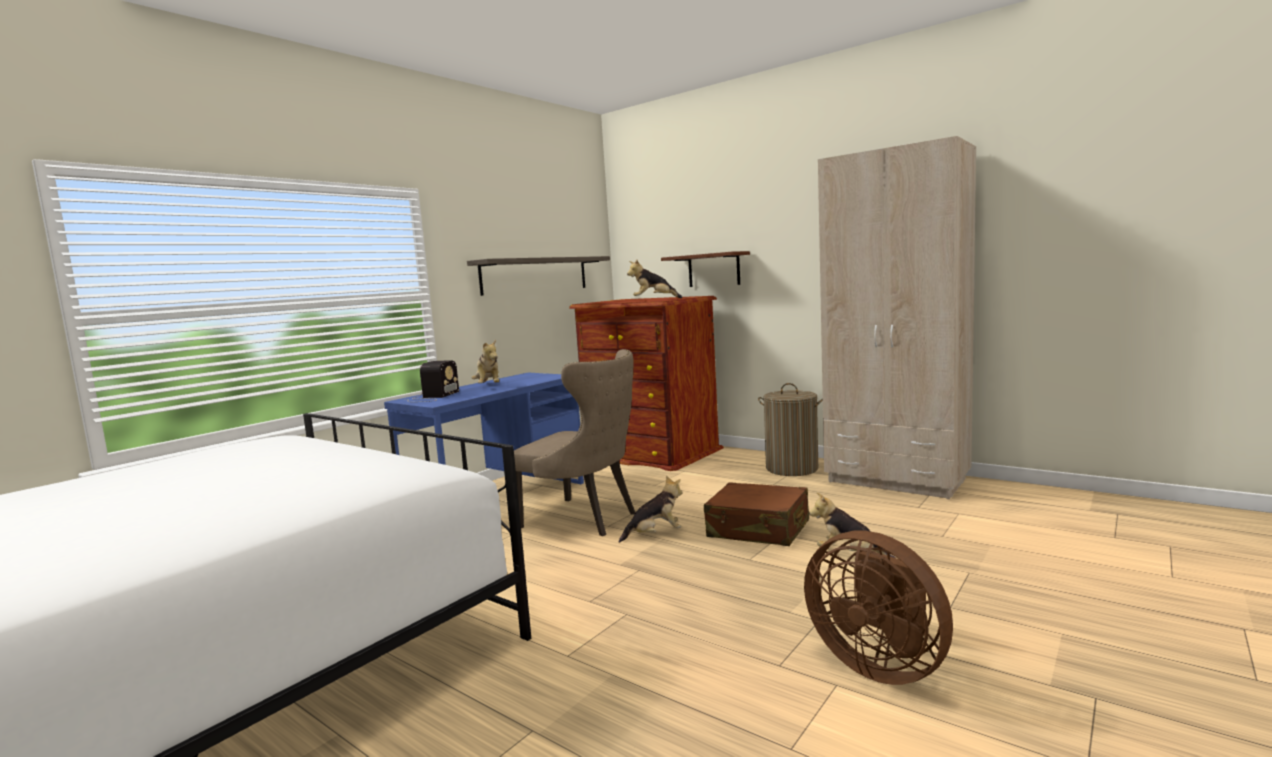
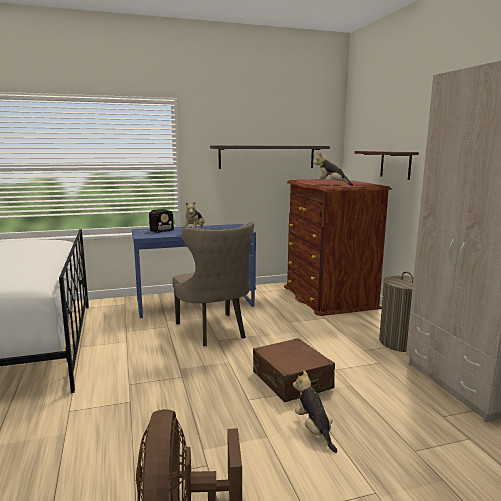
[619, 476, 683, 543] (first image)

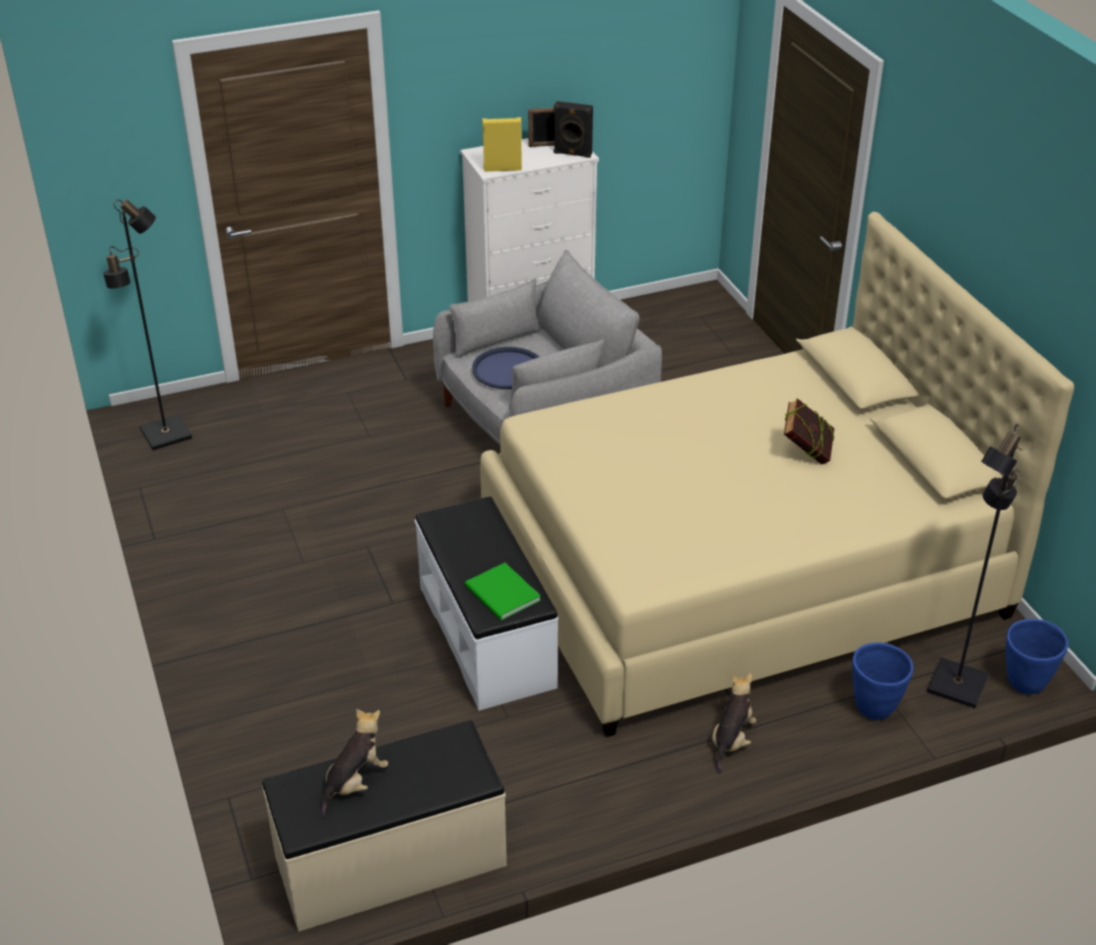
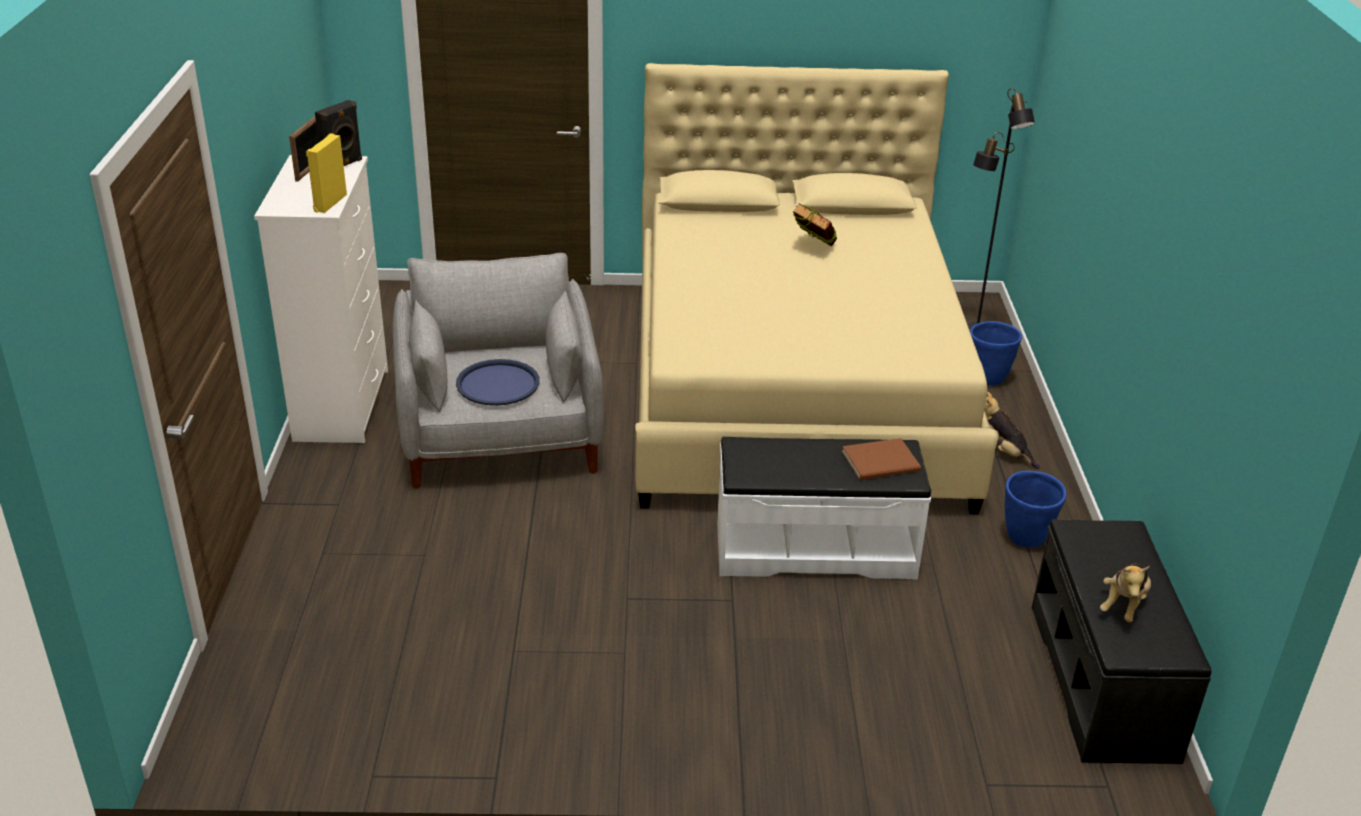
[103, 199, 192, 450] (first image)
[1032, 519, 1211, 764]
[1100, 563, 1151, 622]
[842, 438, 921, 480]
[1005, 471, 1067, 548]

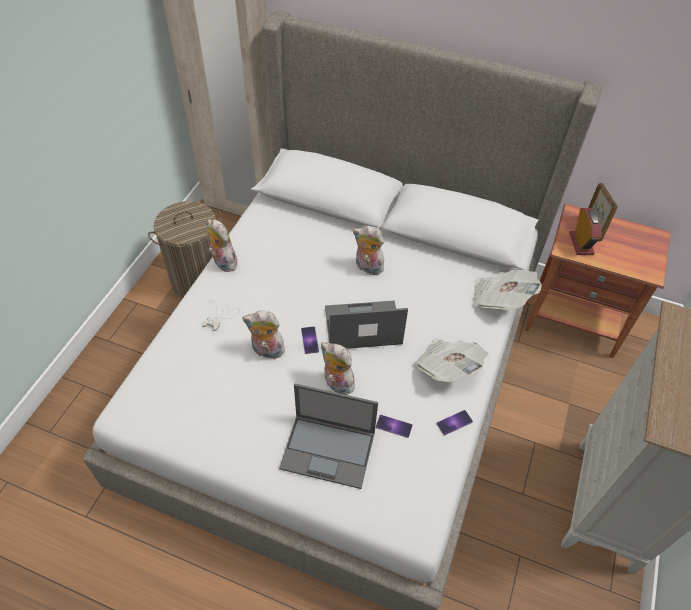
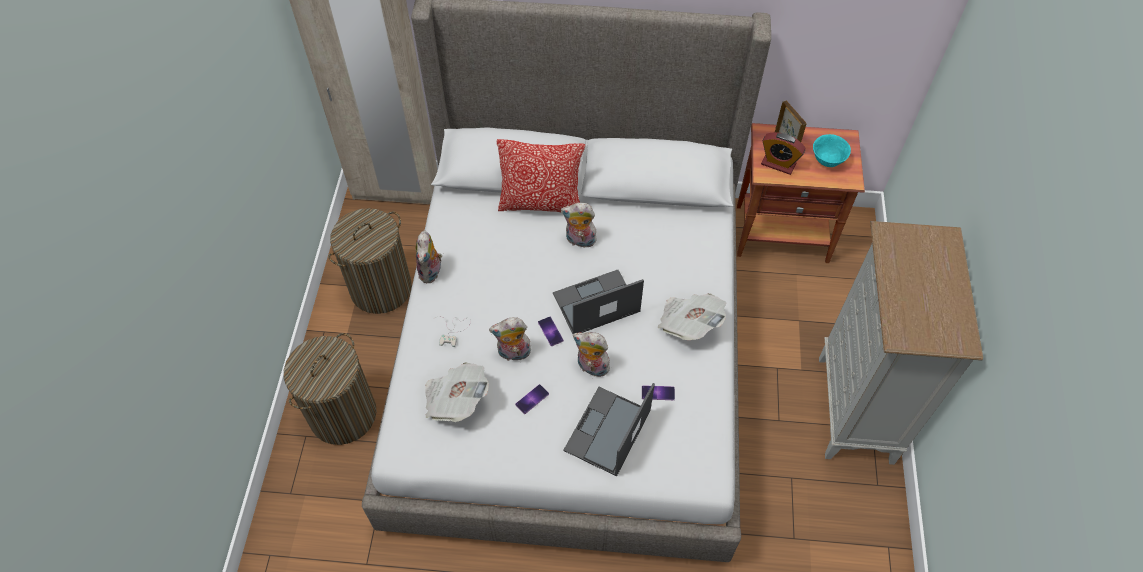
[415, 230, 442, 283]
[563, 383, 655, 476]
[515, 384, 549, 414]
[425, 362, 489, 422]
[761, 132, 806, 175]
[284, 333, 377, 445]
[497, 139, 585, 212]
[813, 134, 851, 167]

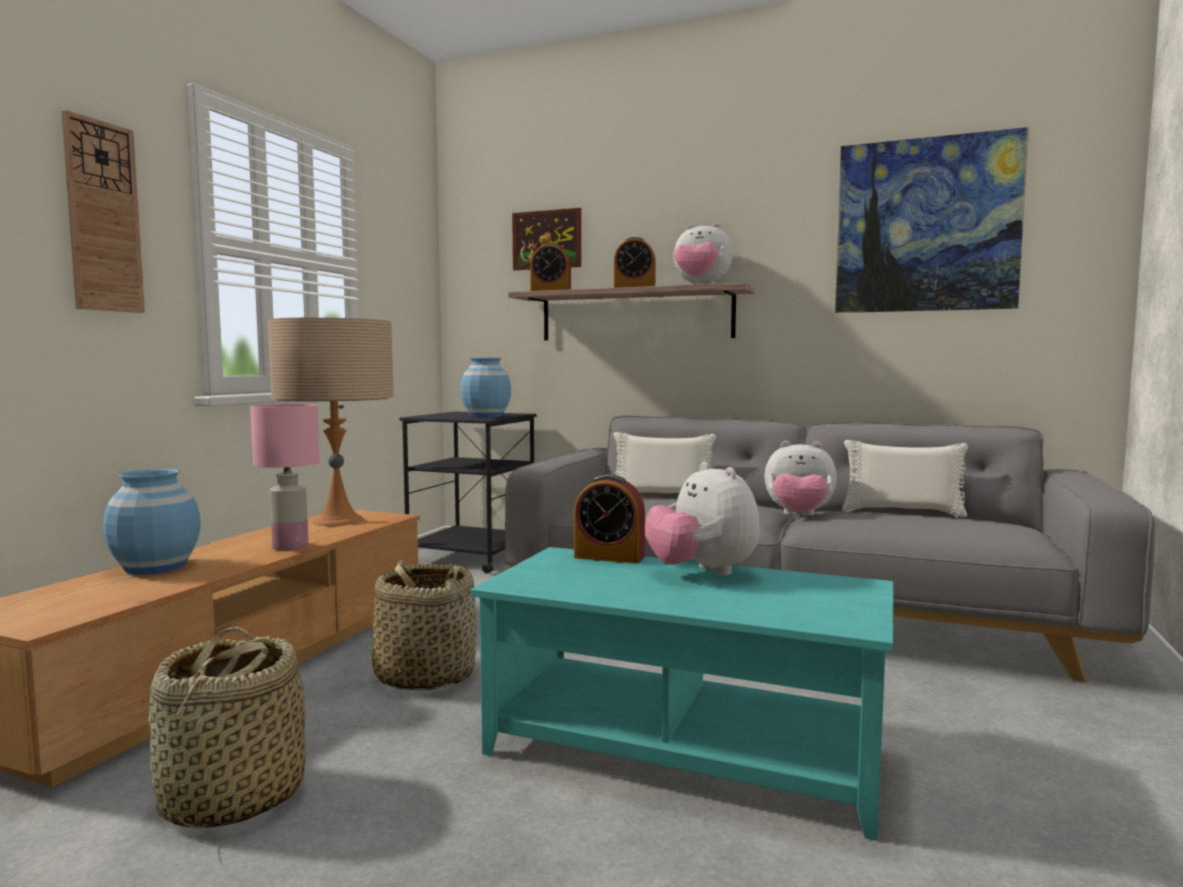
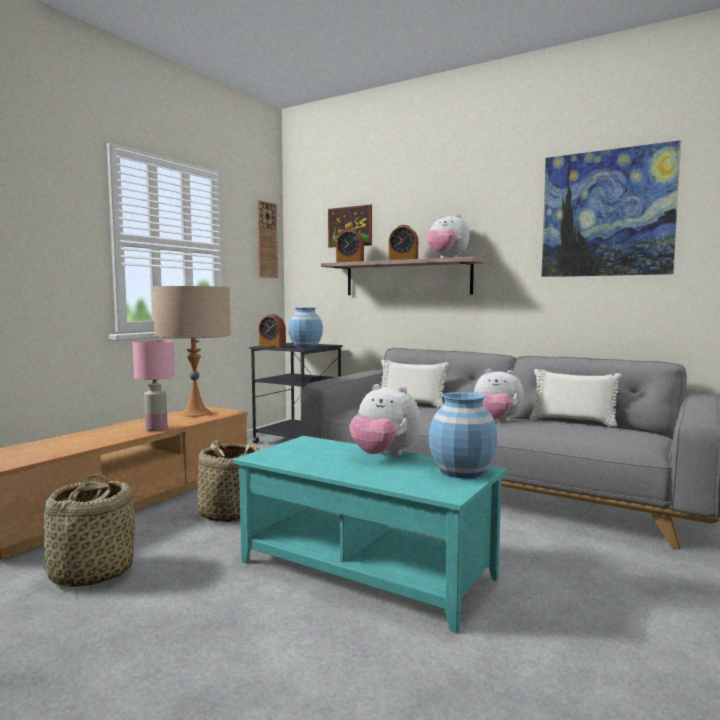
[257, 200, 278, 278]
[429, 392, 497, 479]
[259, 314, 286, 347]
[350, 384, 421, 456]

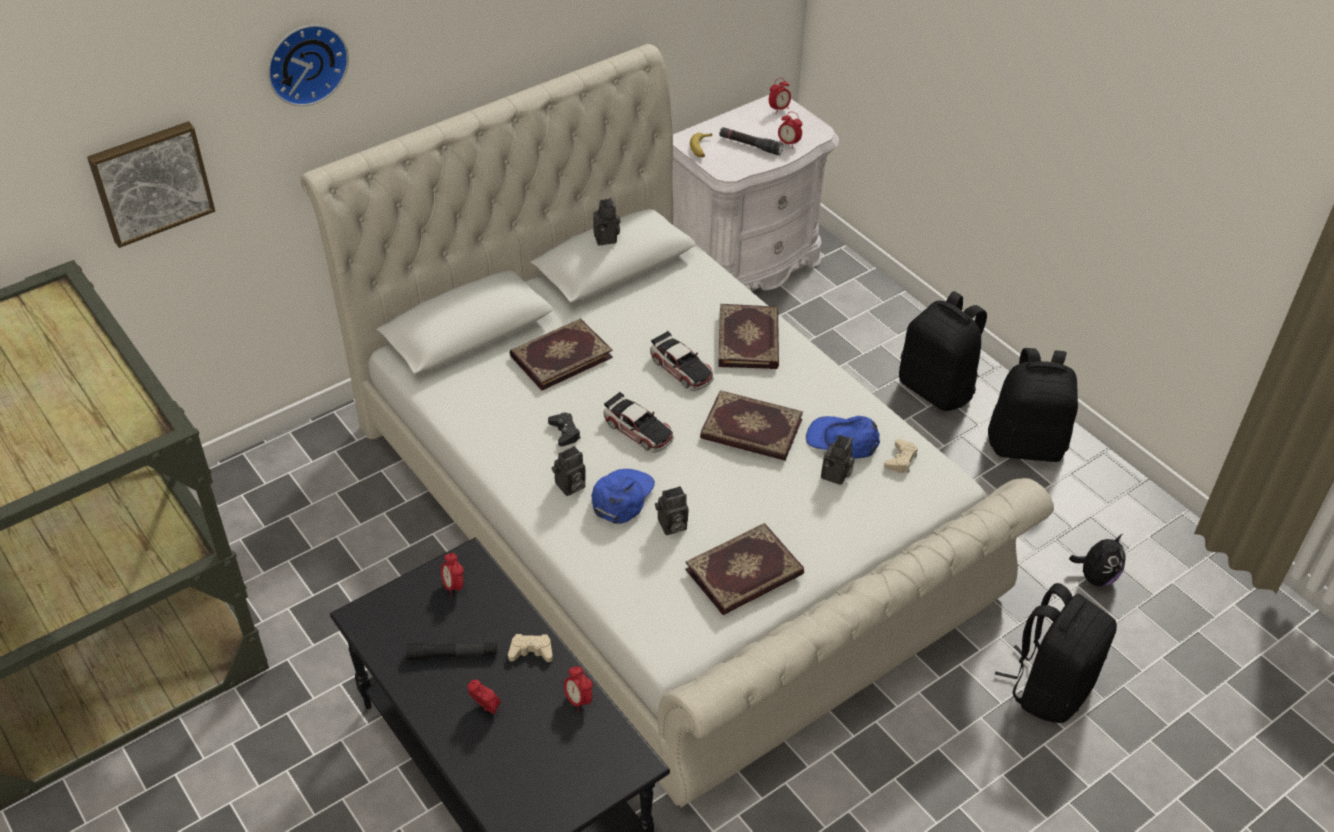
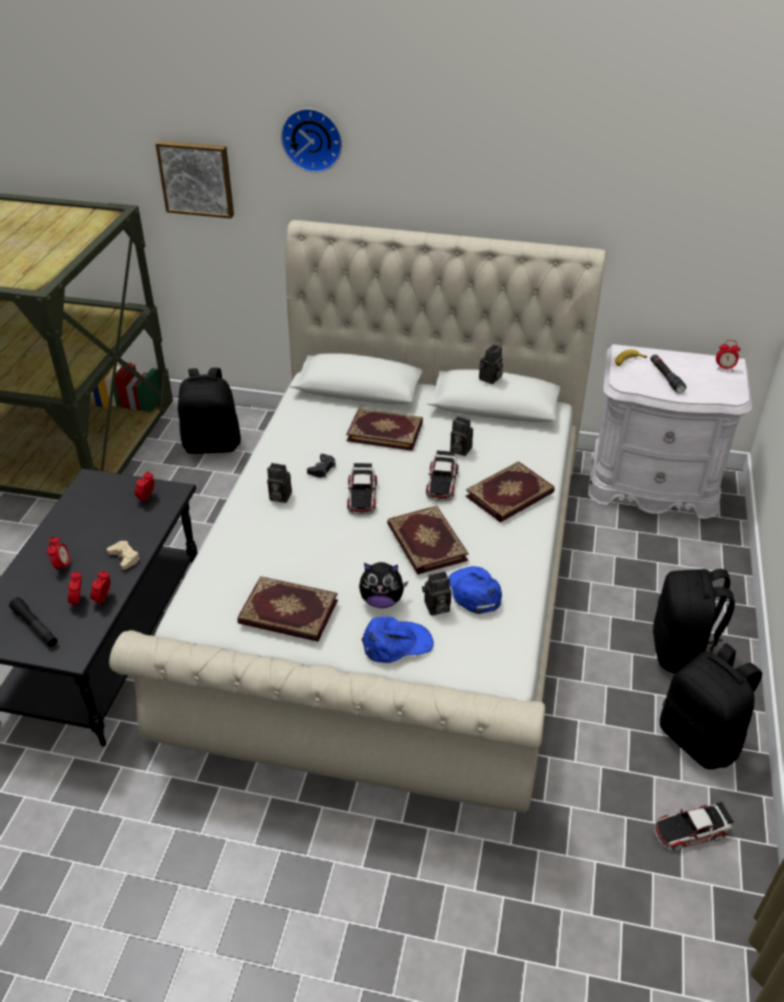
[9, 597, 58, 647]
[362, 617, 434, 663]
[450, 417, 473, 456]
[68, 572, 82, 609]
[884, 439, 918, 473] (first image)
[178, 368, 241, 454]
[359, 562, 408, 608]
[654, 802, 733, 851]

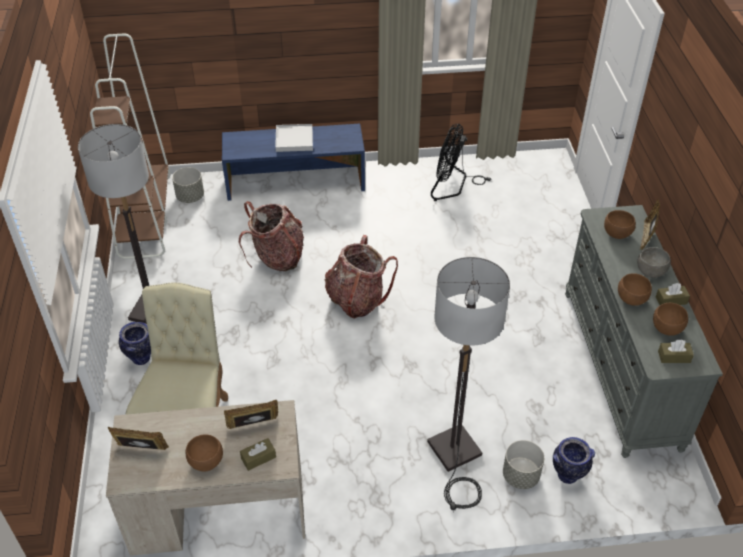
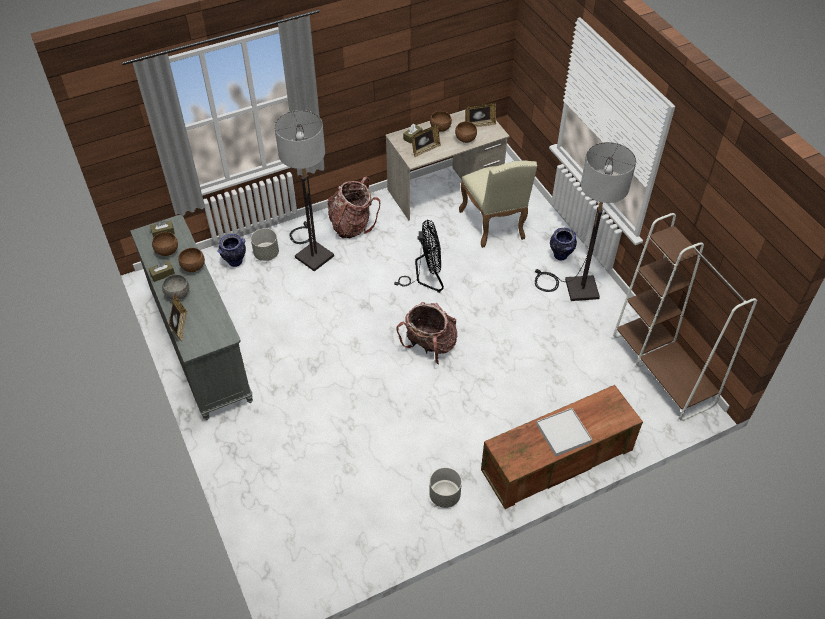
[429, 467, 462, 508]
[481, 385, 643, 509]
[327, 176, 380, 239]
[394, 219, 444, 293]
[455, 121, 477, 143]

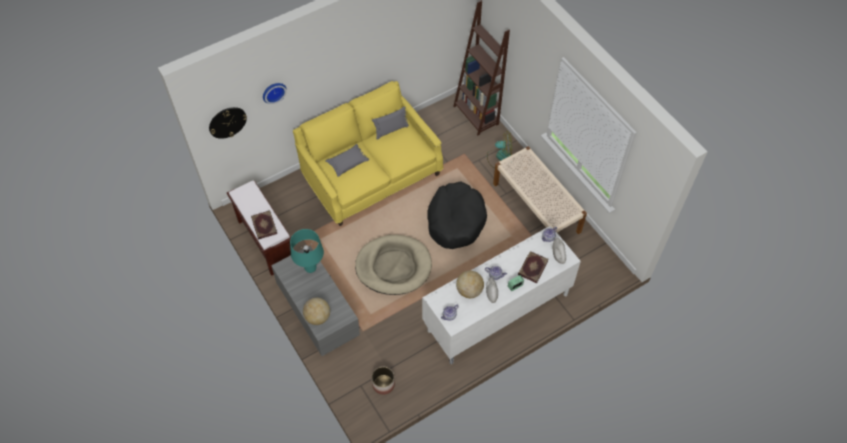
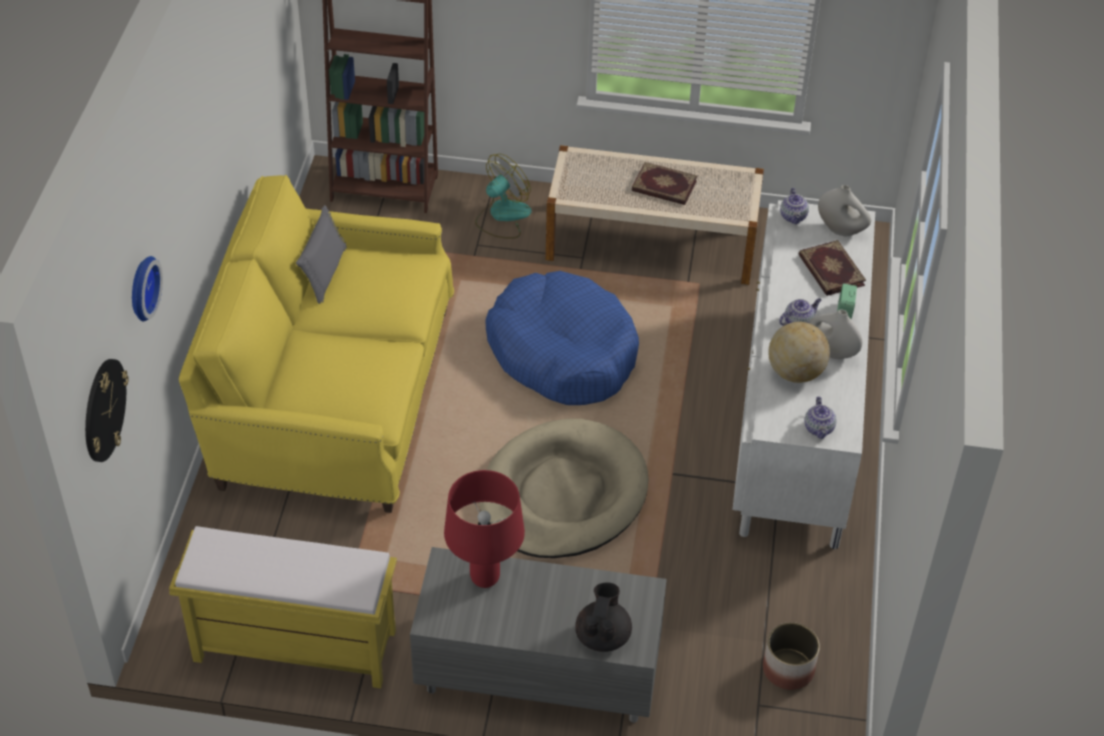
[169, 526, 397, 688]
[632, 162, 697, 205]
[444, 470, 525, 588]
[575, 583, 632, 652]
[326, 144, 369, 177] (first image)
[486, 271, 639, 405]

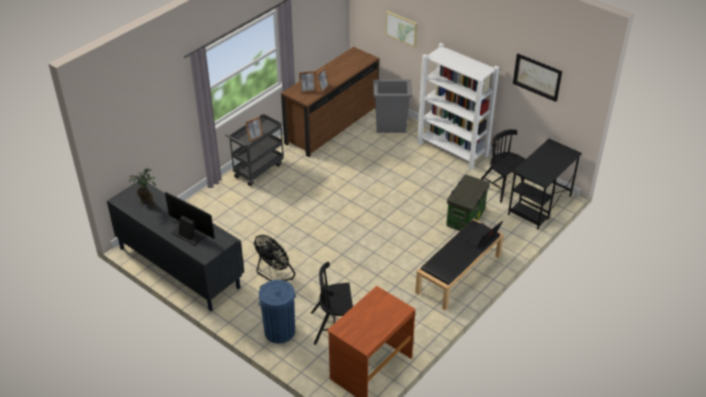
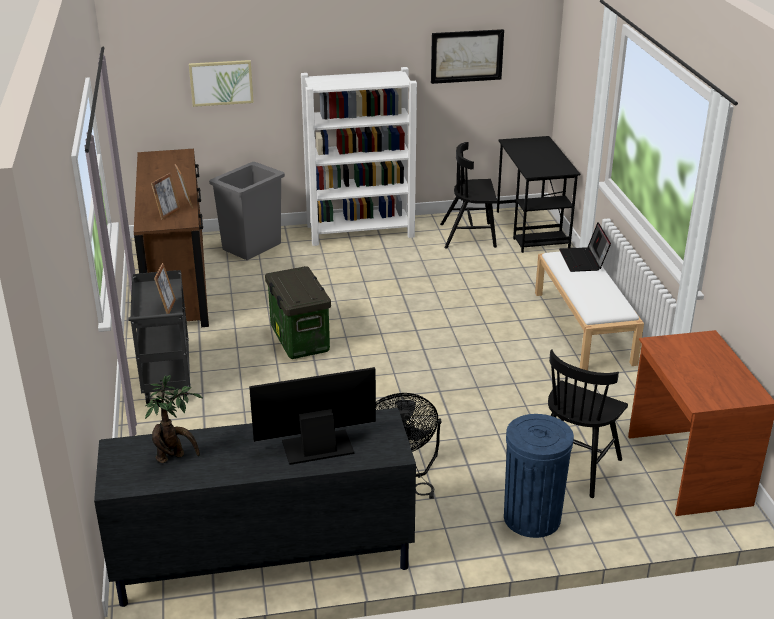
[535, 252, 644, 370]
[265, 266, 331, 359]

